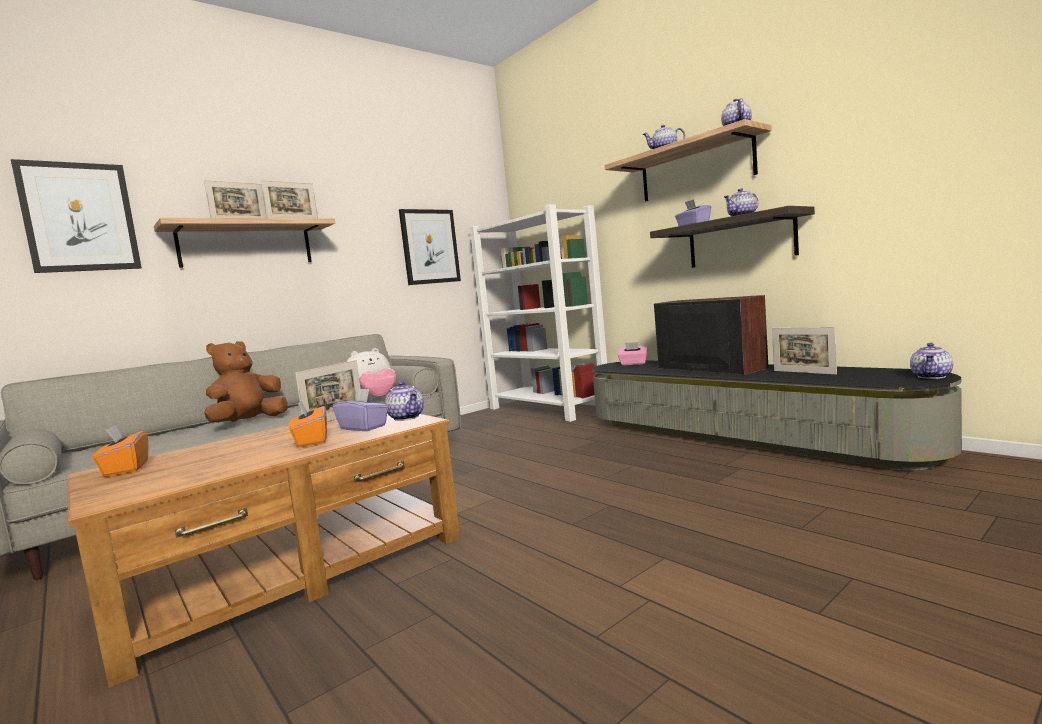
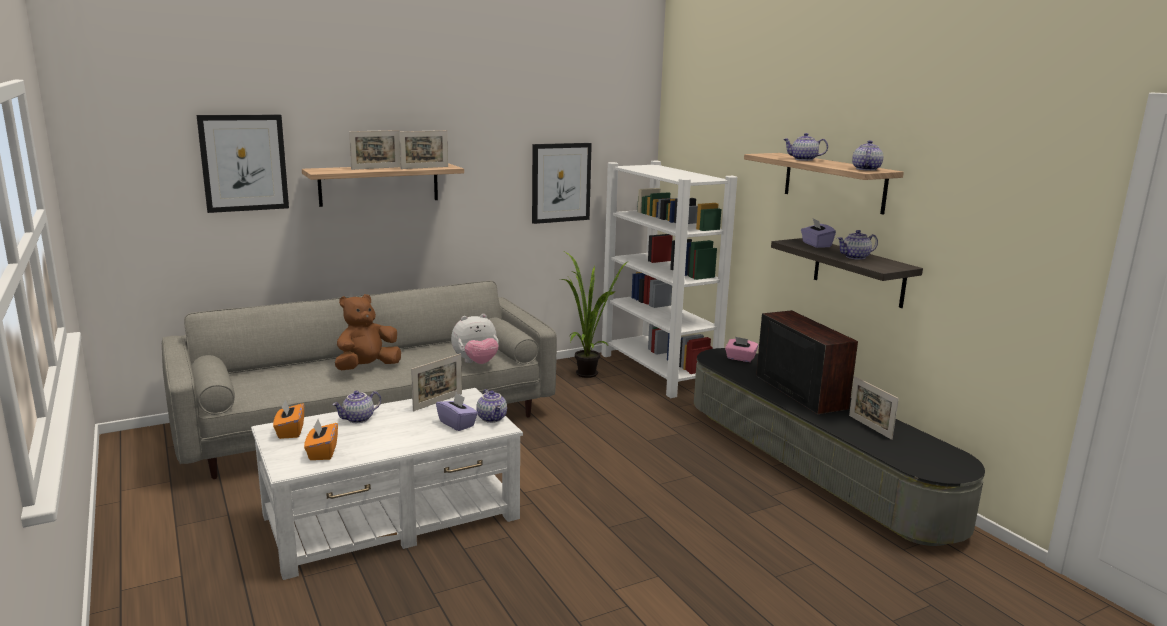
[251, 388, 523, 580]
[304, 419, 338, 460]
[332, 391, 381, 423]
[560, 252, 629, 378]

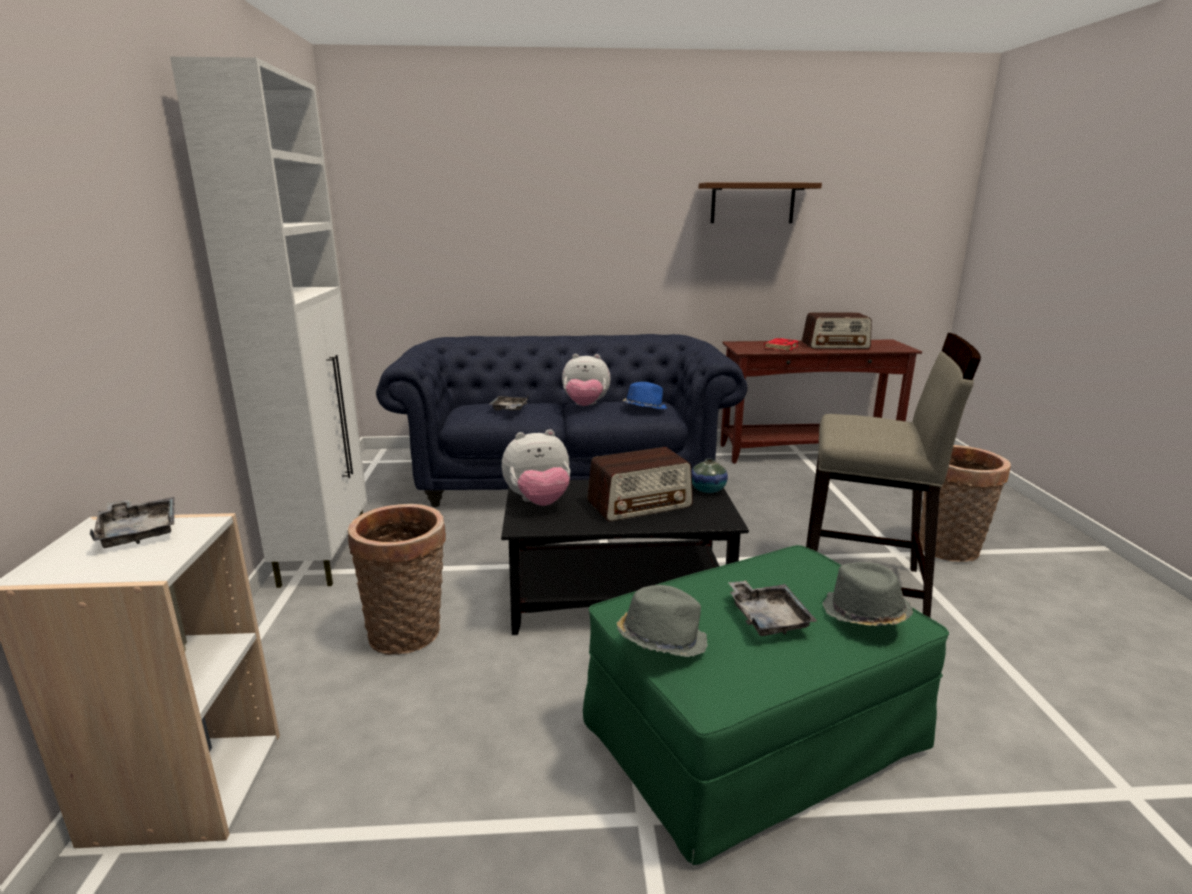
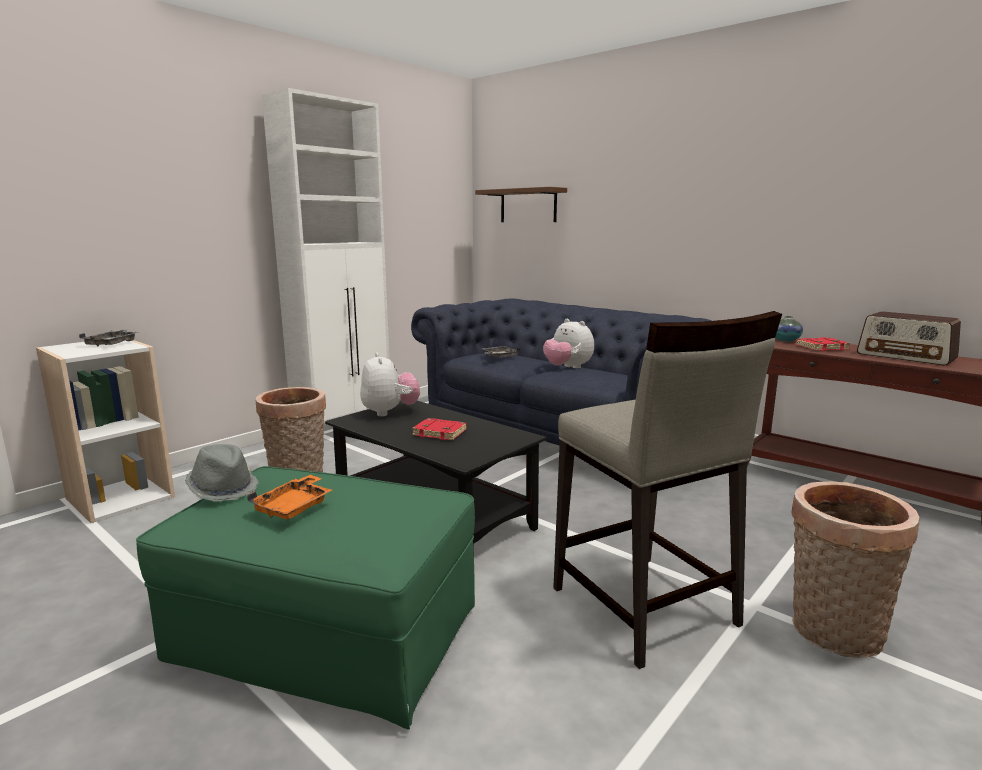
[360, 352, 420, 417]
[412, 418, 467, 440]
[623, 382, 667, 409] (first image)
[775, 316, 803, 341]
[475, 187, 567, 222]
[247, 475, 332, 519]
[822, 562, 913, 626] (first image)

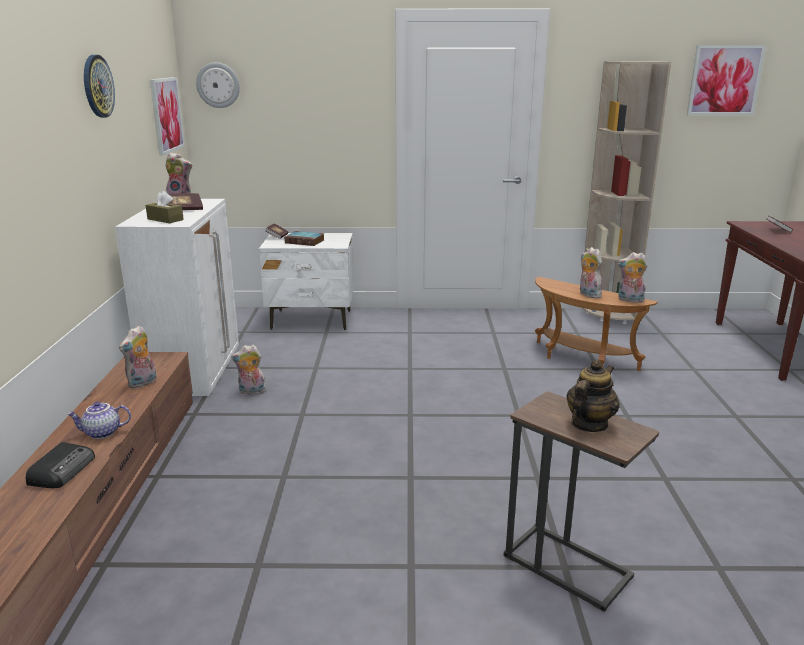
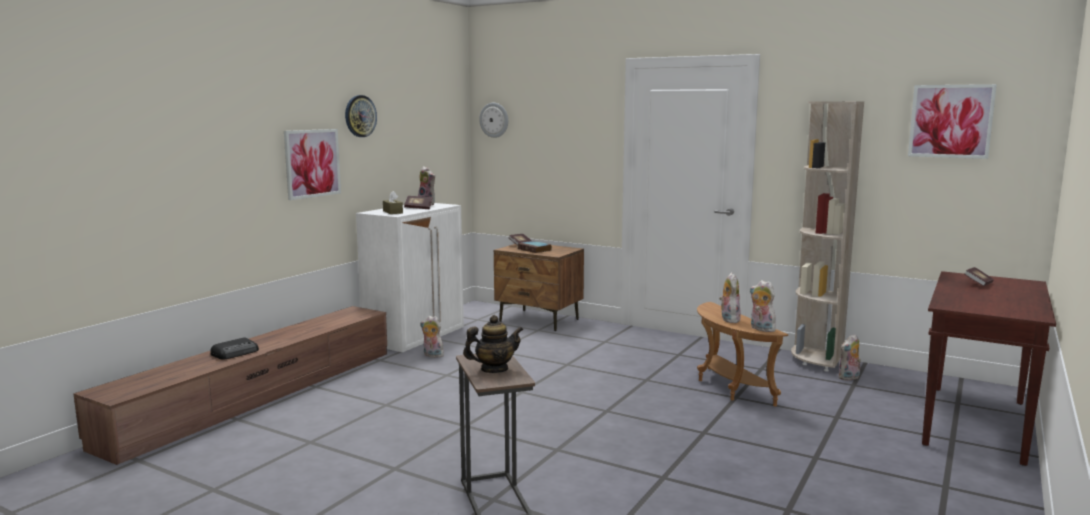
[67, 402, 131, 439] (first image)
[838, 334, 861, 381]
[284, 129, 341, 200]
[494, 244, 584, 331]

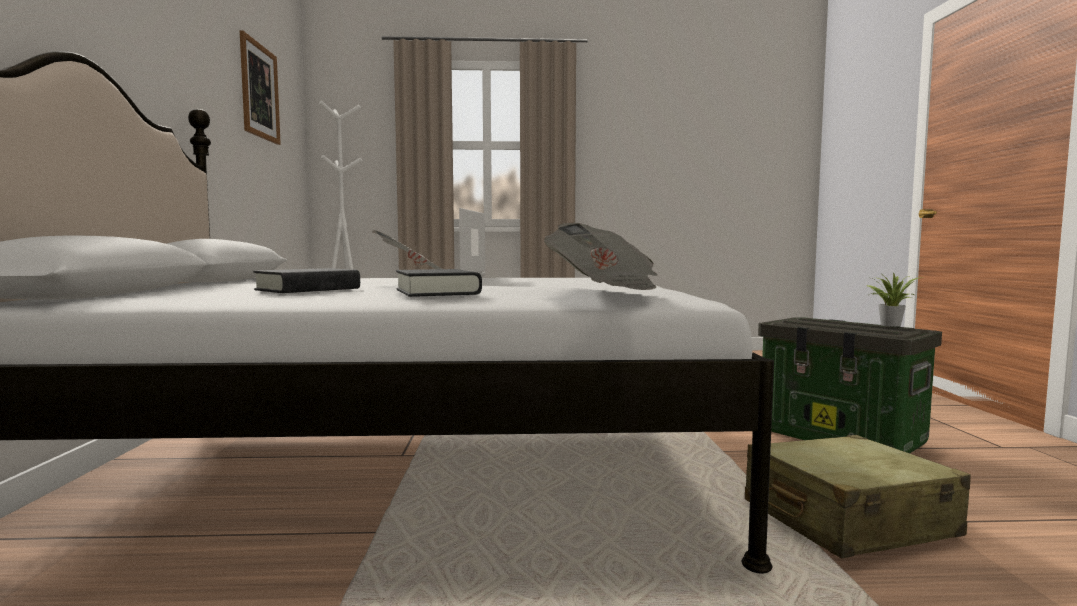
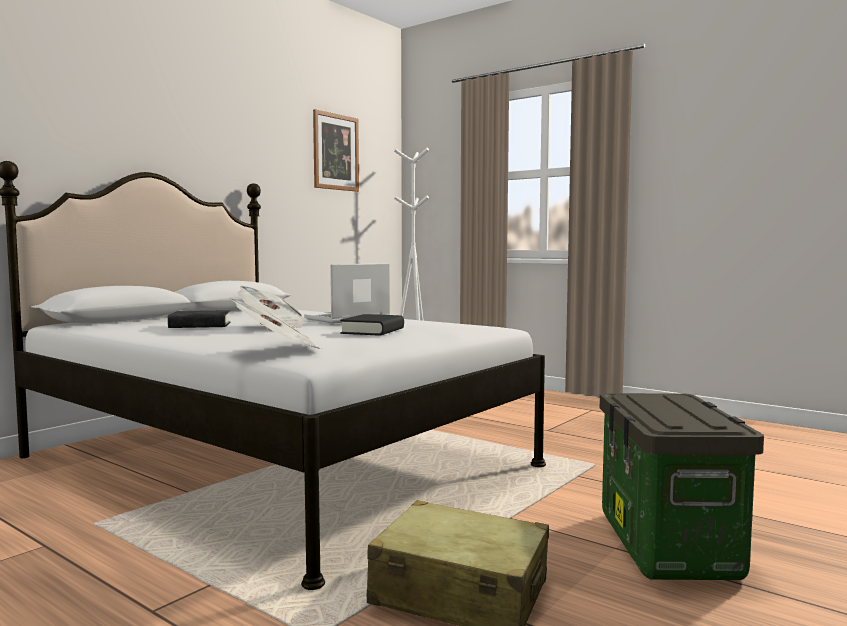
[340, 314, 404, 336]
[867, 272, 924, 327] (first image)

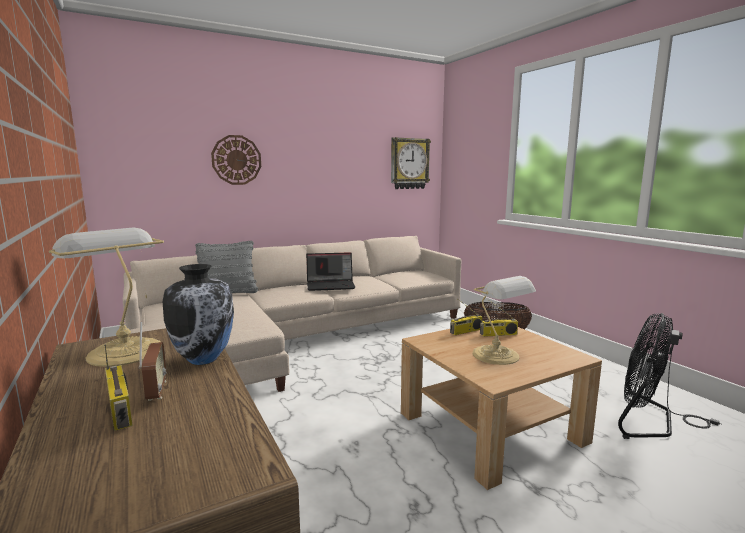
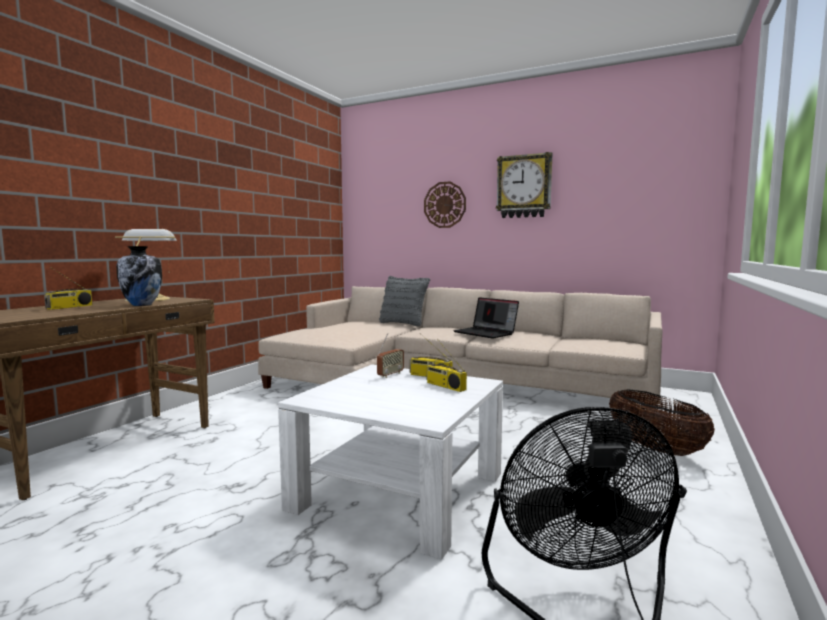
[377, 333, 404, 378]
[496, 152, 552, 218]
[278, 364, 503, 560]
[473, 276, 536, 365] (first image)

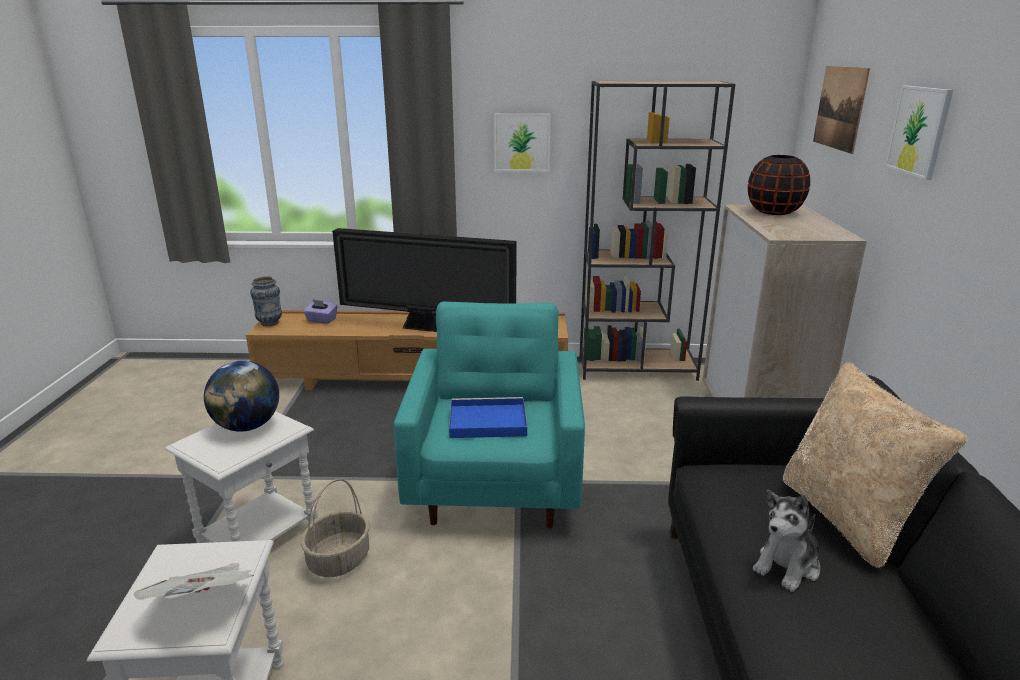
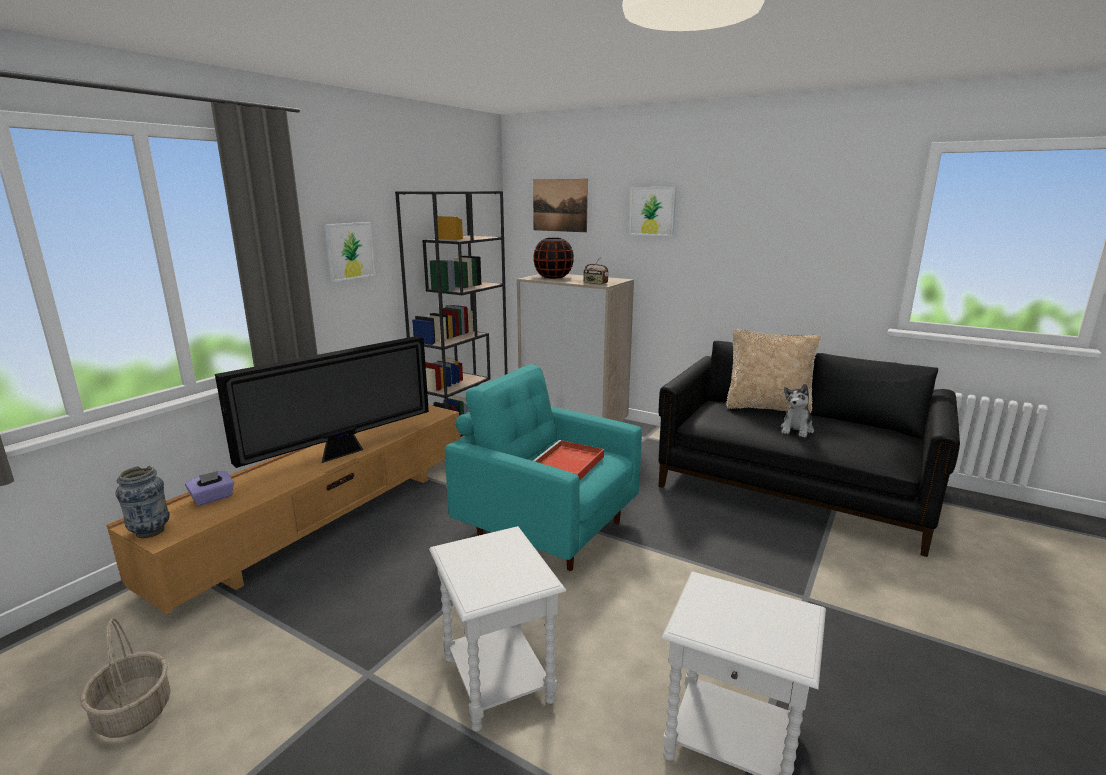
[133, 563, 254, 600] (first image)
[204, 361, 279, 432] (first image)
[80, 618, 170, 738]
[533, 440, 604, 481]
[780, 384, 814, 438]
[583, 256, 609, 285]

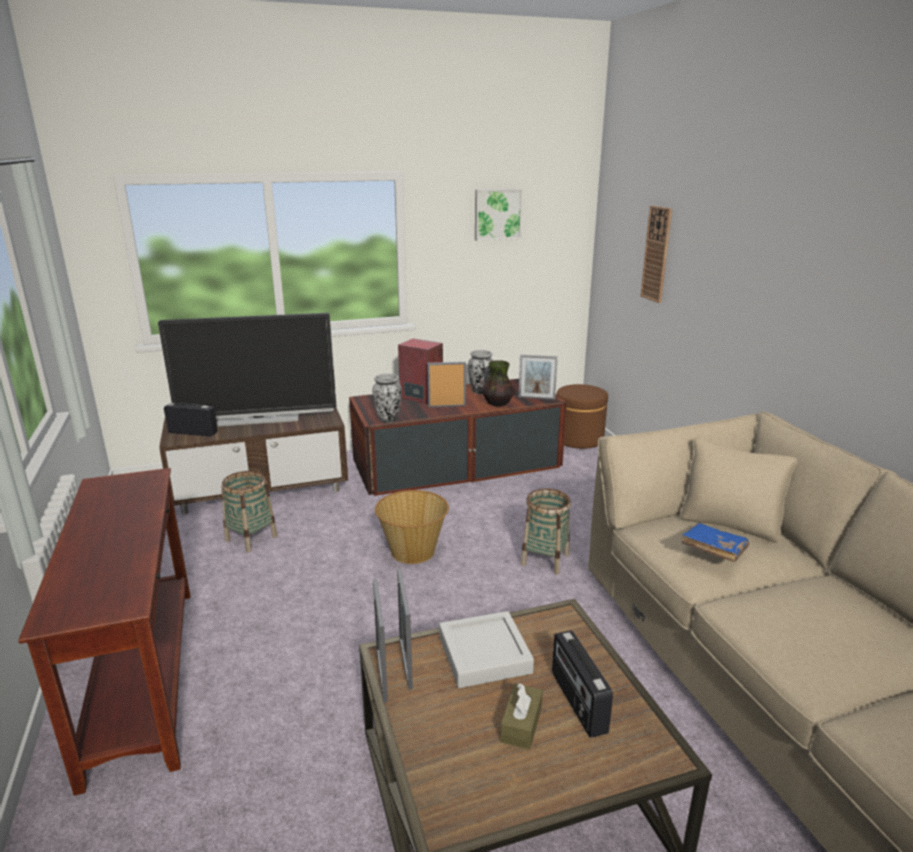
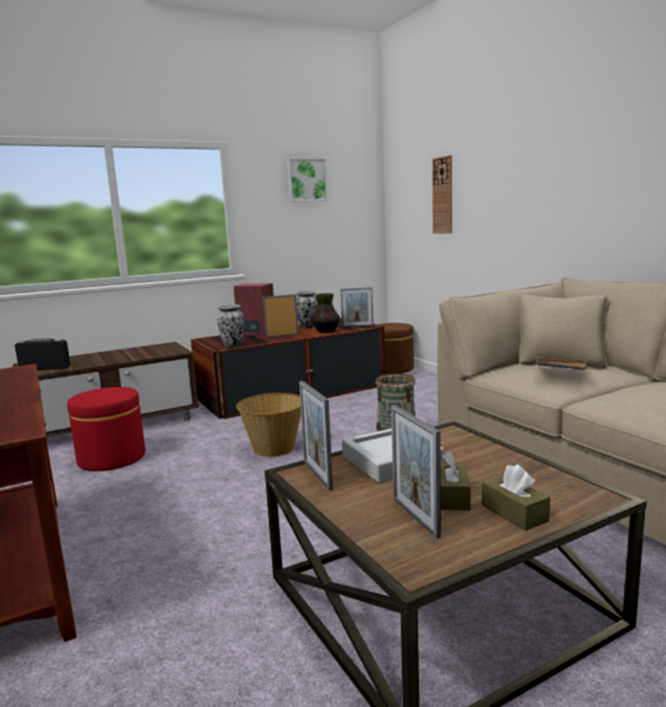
[158, 313, 336, 427] (first image)
[67, 387, 145, 471]
[391, 405, 441, 538]
[552, 630, 613, 738] (first image)
[482, 464, 550, 531]

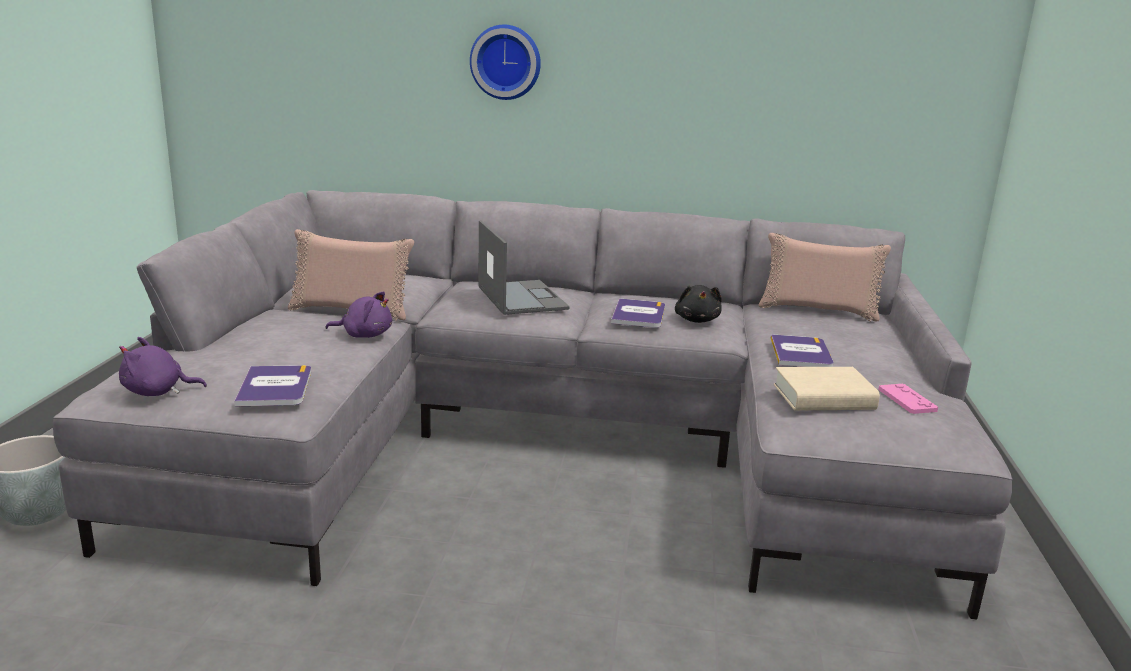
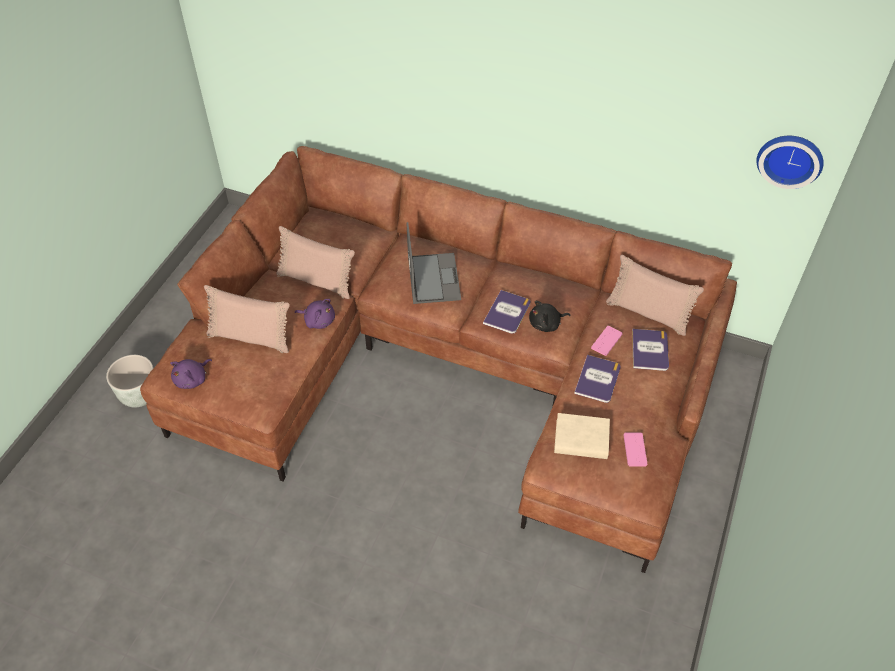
[140, 146, 737, 573]
[170, 359, 212, 389]
[632, 329, 669, 371]
[756, 136, 824, 189]
[529, 301, 570, 332]
[204, 285, 290, 353]
[591, 326, 623, 356]

